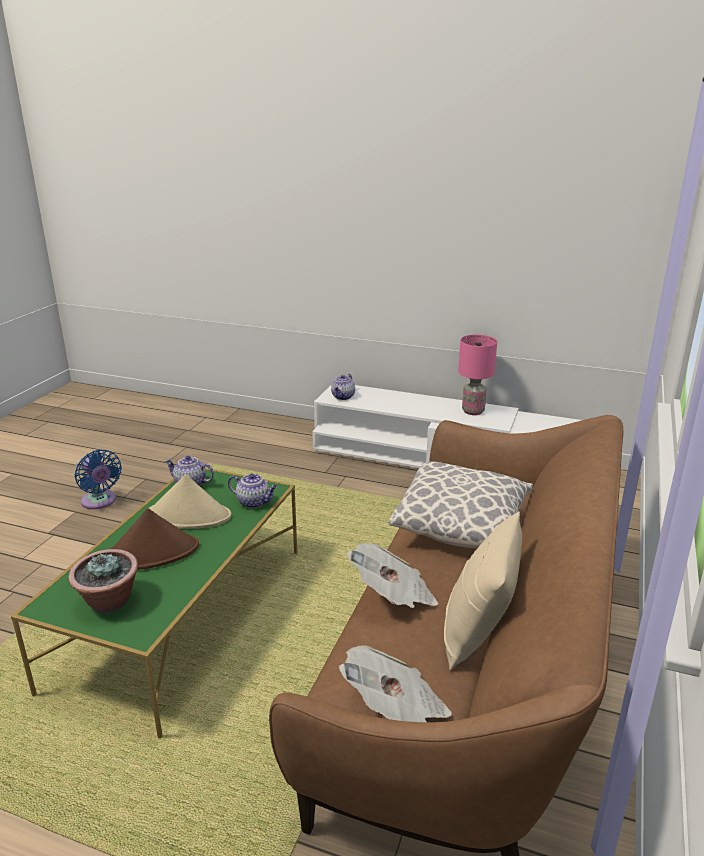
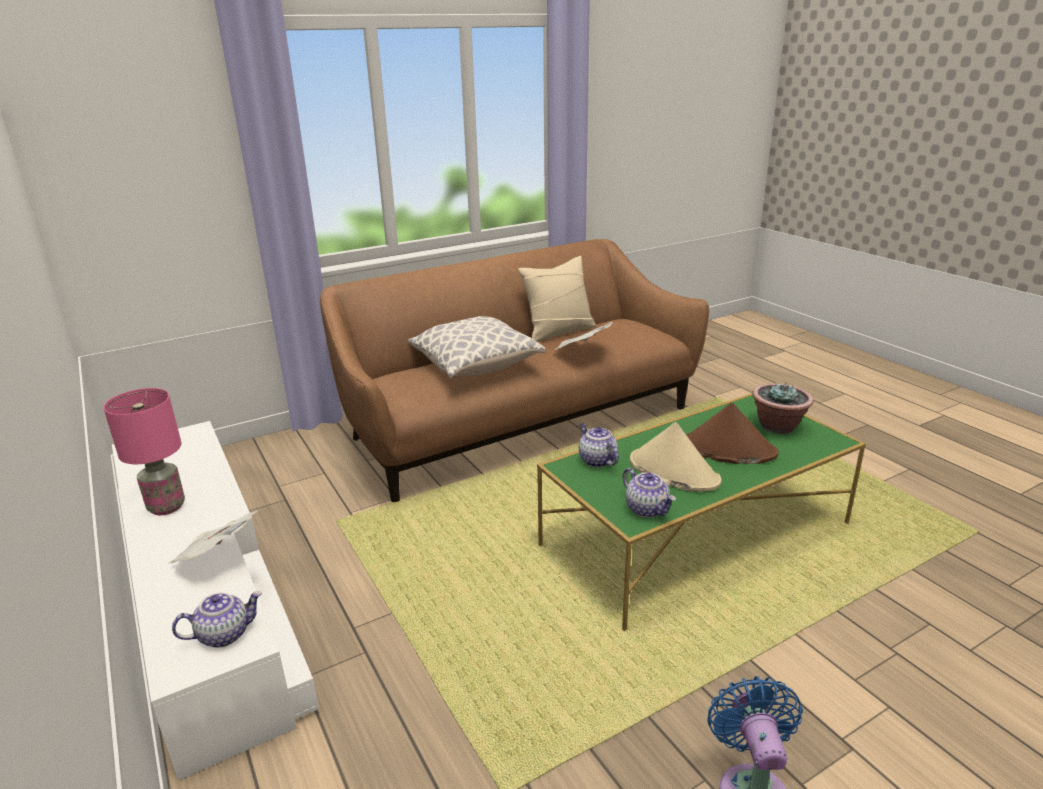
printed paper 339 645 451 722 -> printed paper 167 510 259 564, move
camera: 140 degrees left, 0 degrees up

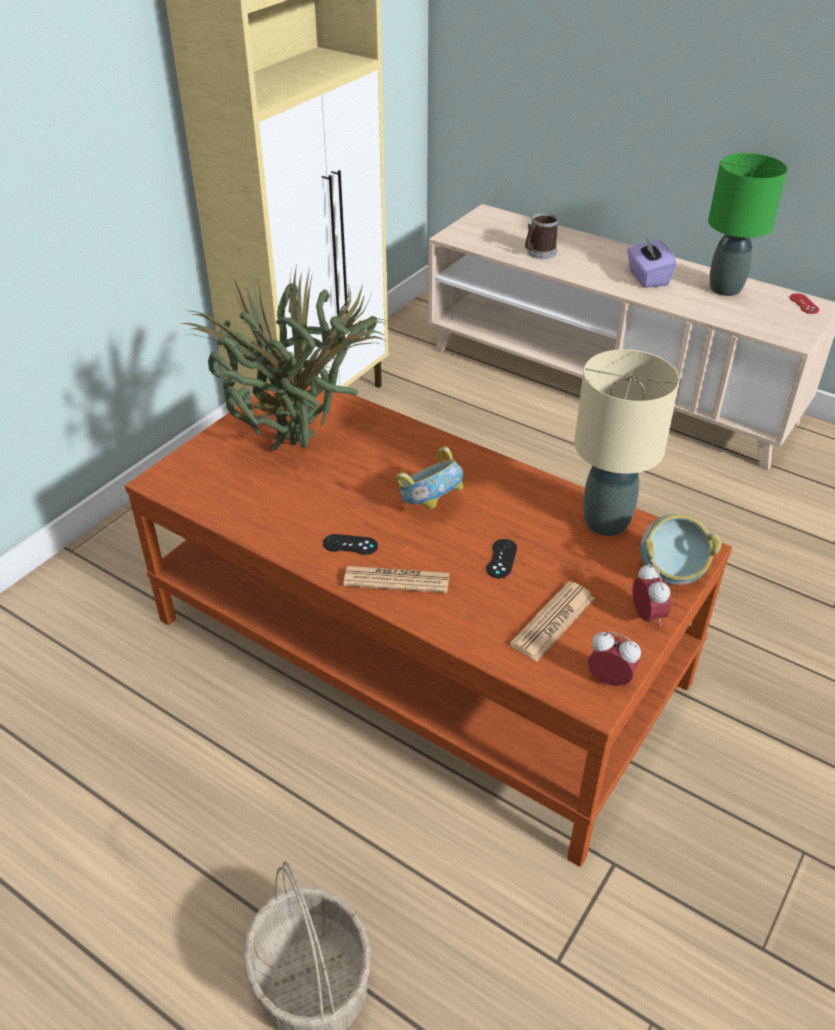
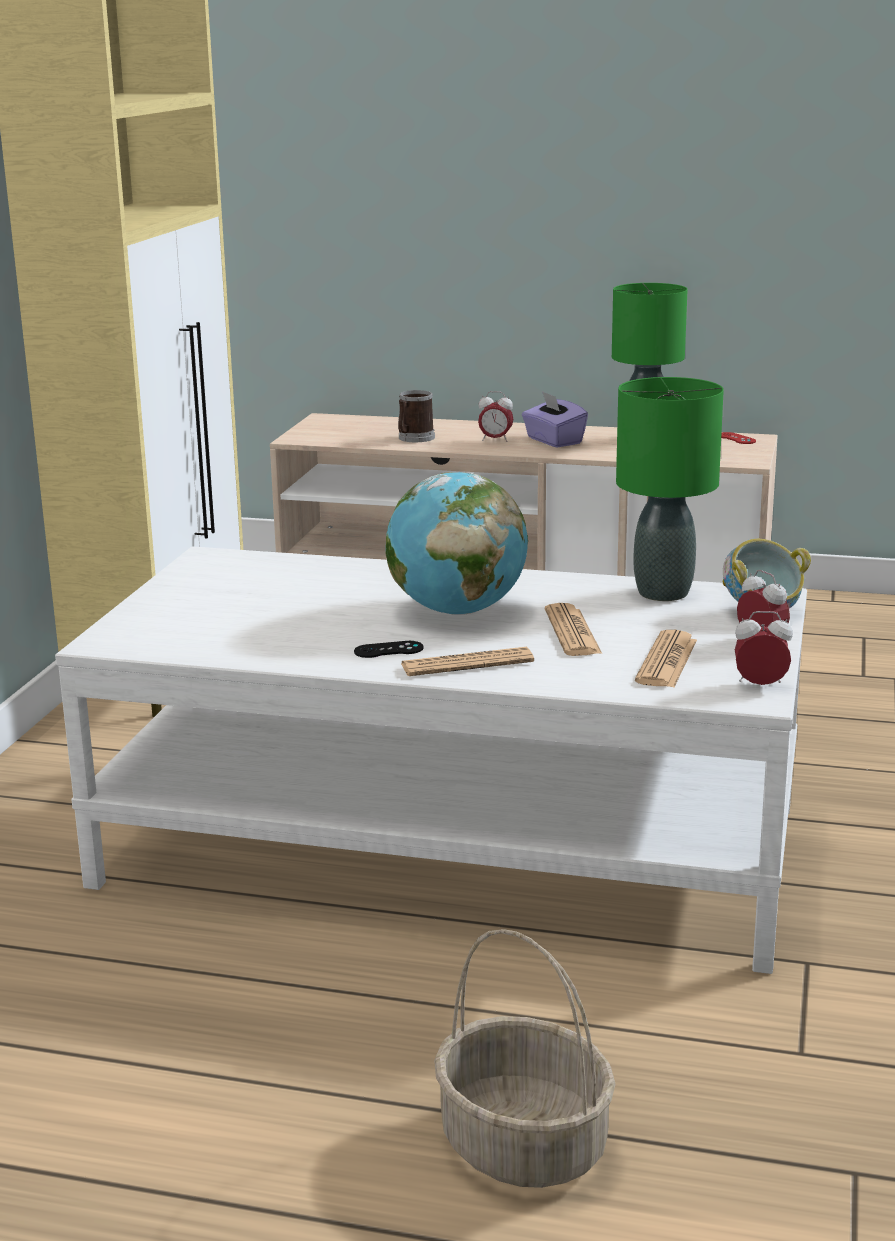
brownish coffee table 125 378 732 867 -> white-coloured coffee table 55 546 807 974
potted plant 181 263 392 451 -> none
deep dish 396 446 463 509 -> desk globe 386 472 528 615
black-coloured game controller 486 539 517 578 -> printed paper 545 603 602 656
sand-coloured tabletop lamp 574 349 679 536 -> green-coloured tabletop lamp 616 377 724 601
none -> alarm clock 478 391 513 442
camera: 20 degrees left, 20 degrees down

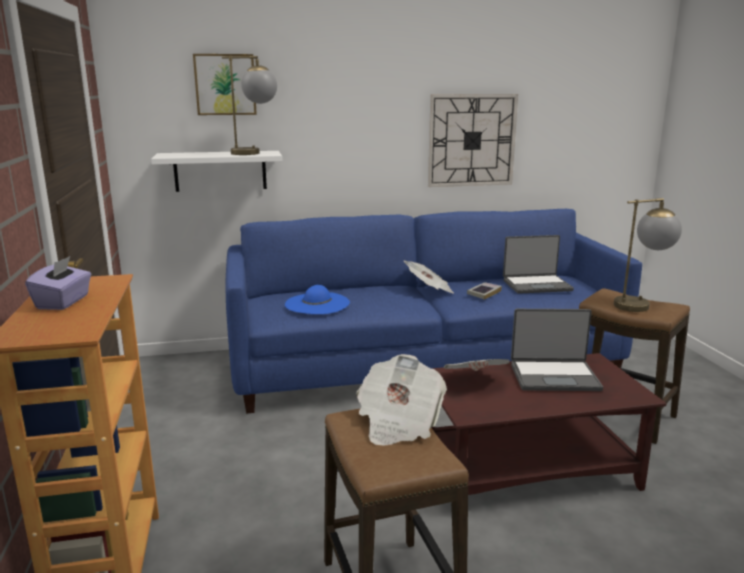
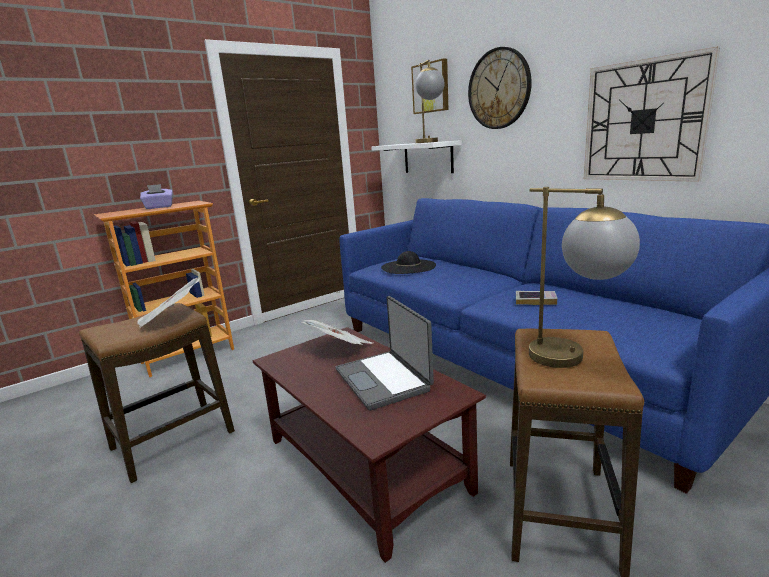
bluish wearable hat 285 285 350 314 -> black-coloured wearable hat 381 251 436 274
printed paper 404 261 455 294 -> none
notebook computer 503 235 574 294 -> none
none -> wall clock 468 47 532 129
camera: 65 degrees right, 0 degrees up

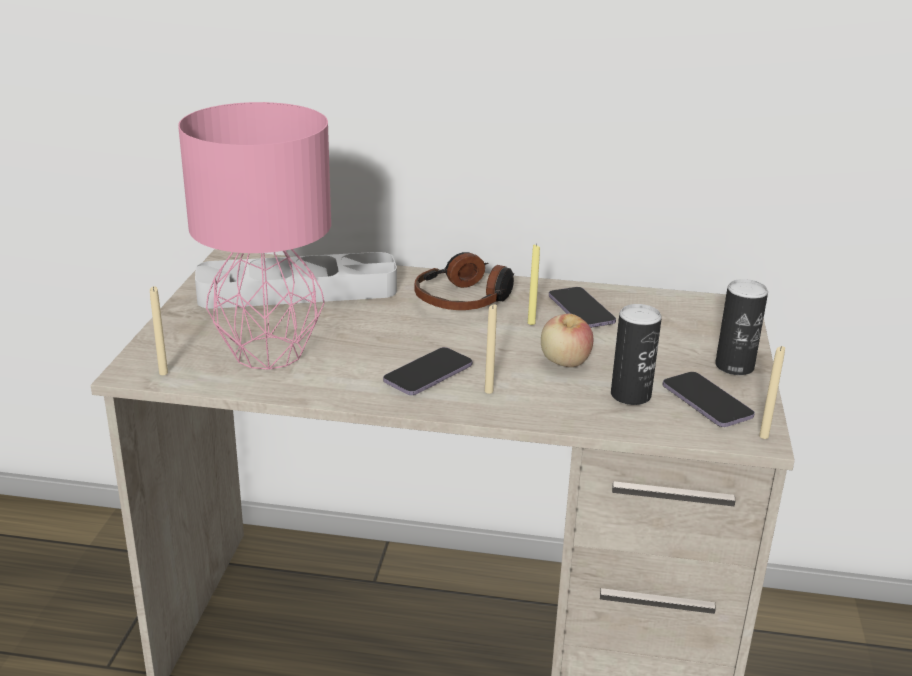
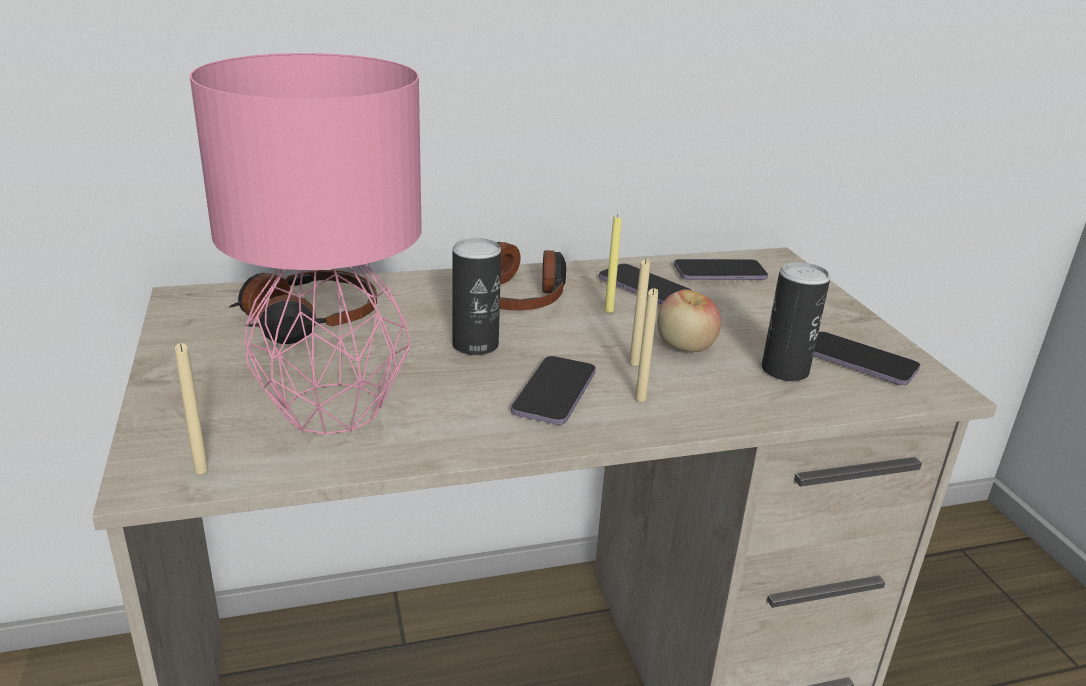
greyish carrying tray 195 252 397 309 -> pair of headphones 229 270 377 344
can 715 279 768 375 -> can 452 238 501 355, move
sand-coloured candle 759 346 785 439 -> sand-coloured candle 629 259 650 366, move
none -> phone 674 259 768 280
camera: 25 degrees left, 0 degrees up

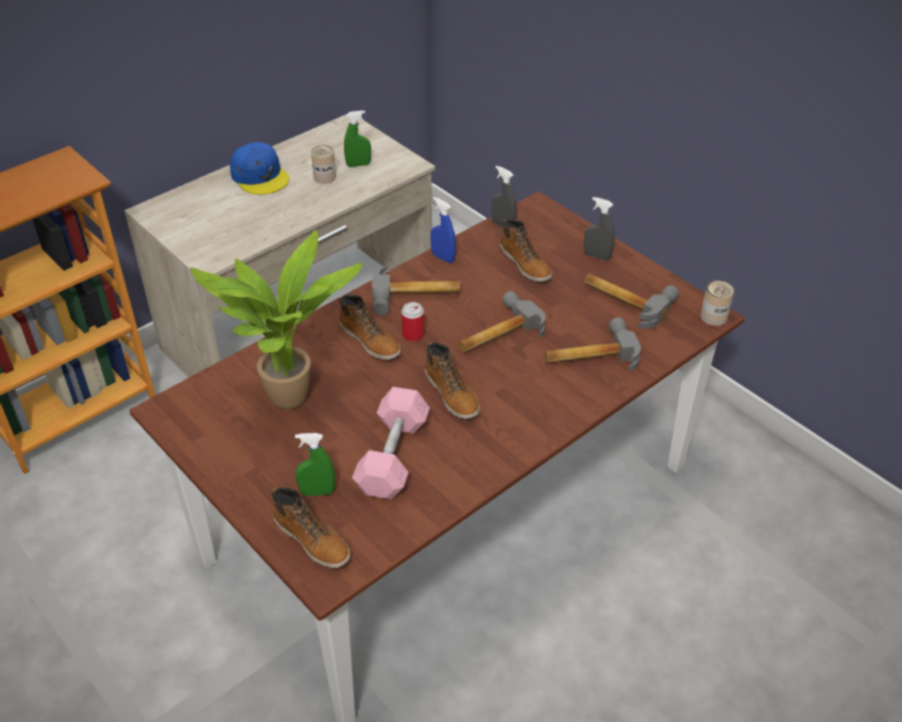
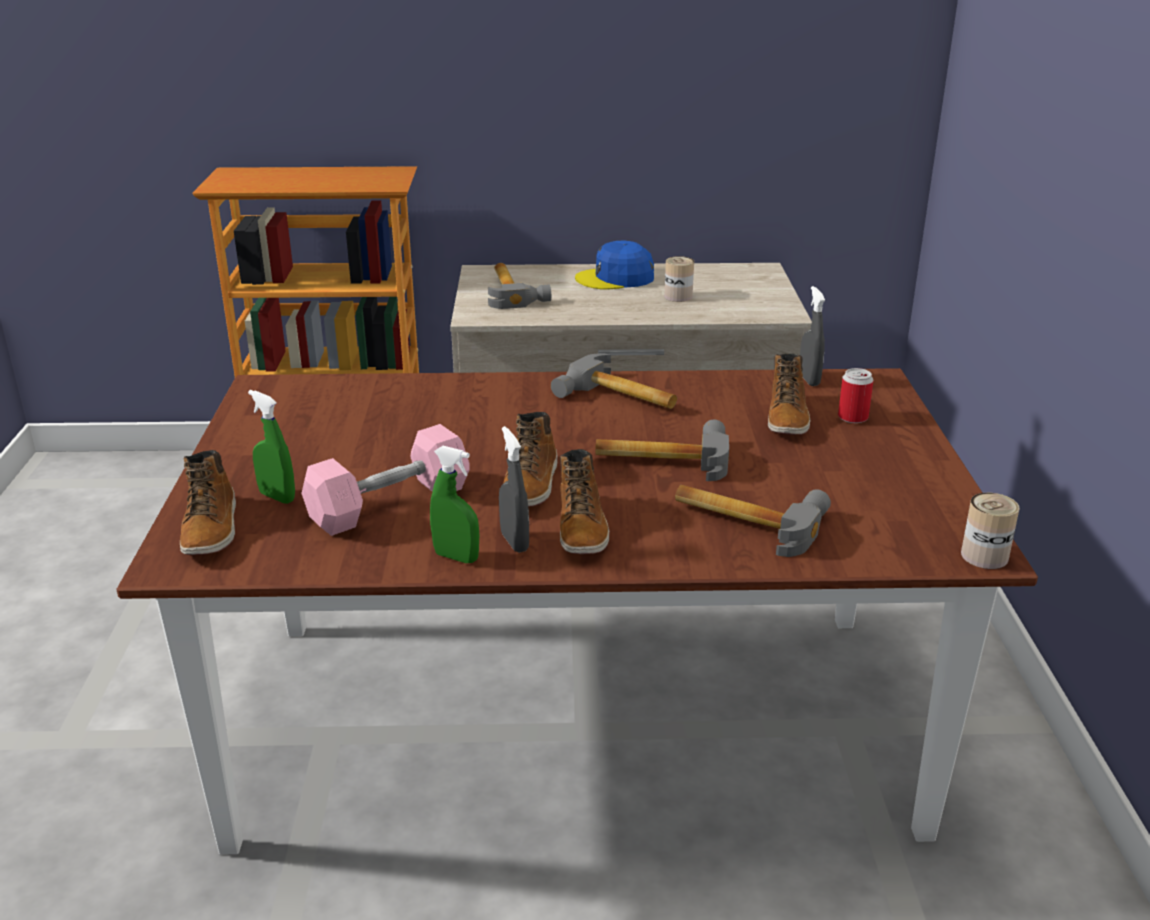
potted plant 190 230 363 410 -> none
bluish peaked cap 230 142 289 195 -> bluish peaked cap 575 240 654 290, 75 degrees clockwise
boot 338 295 401 360 -> boot 560 449 609 554, move
green-coloured spray bottle 344 110 371 167 -> green-coloured spray bottle 430 446 479 563, move
can 401 302 424 342 -> can 838 368 874 423, move
bluish spray bottle 431 197 456 263 -> none
greyish spray bottle 584 197 615 261 -> greyish spray bottle 499 426 529 553, move
hand hammer 584 274 679 329 -> hand hammer 488 263 551 309, move
camera: 40 degrees right, 15 degrees down

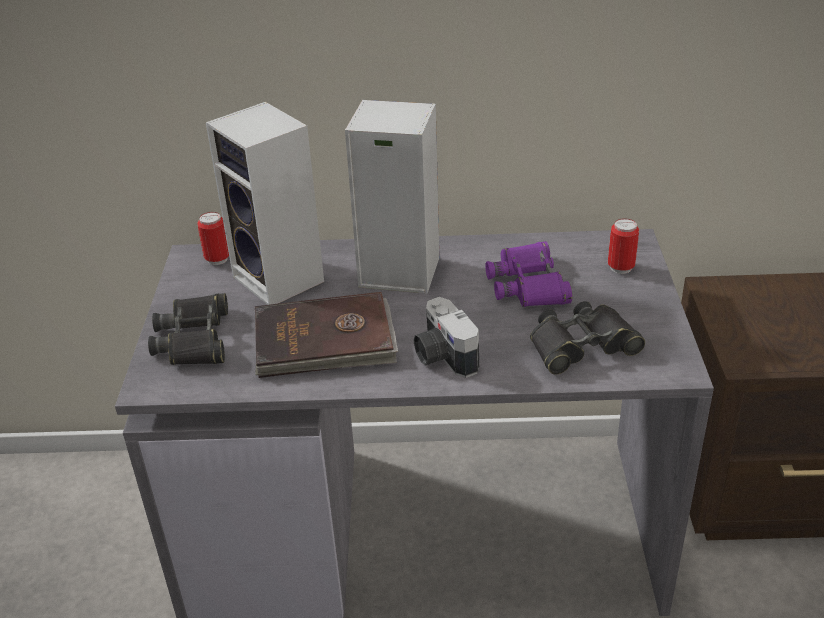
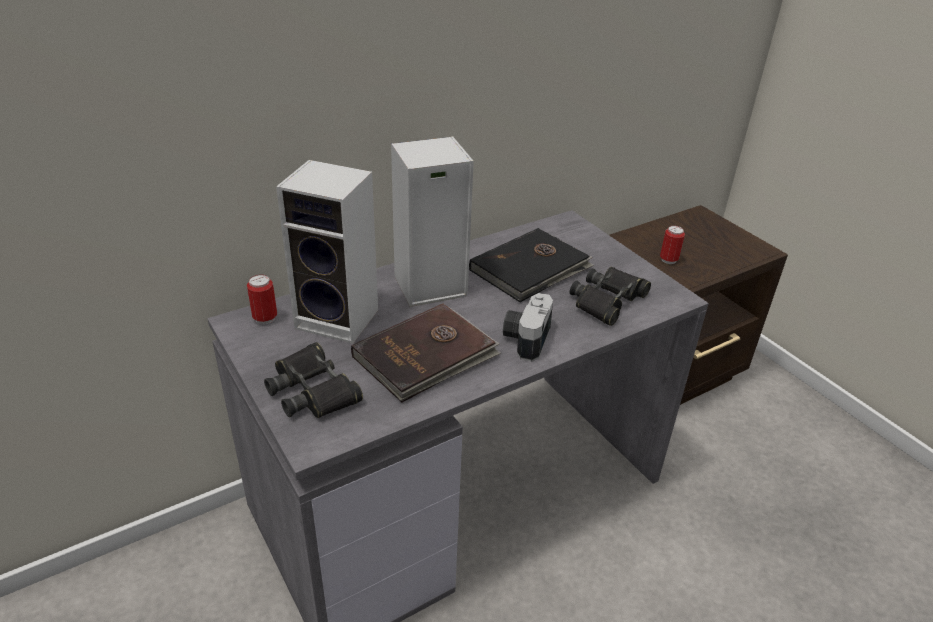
still camera 413 297 479 378 -> still camera 503 293 553 362, 75 degrees clockwise
purple pair of binoculars 485 241 573 307 -> black-coloured bound book 469 228 594 302
can 608 218 639 274 -> can 660 226 685 264, move
camera: 35 degrees left, 0 degrees up

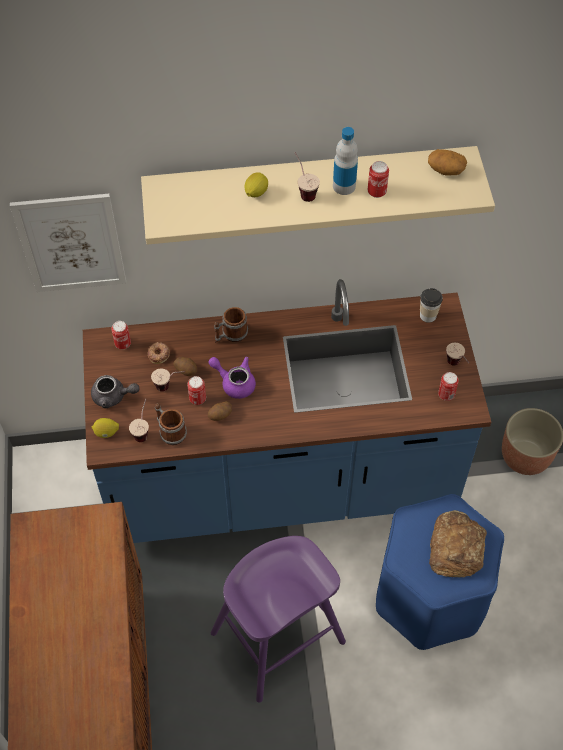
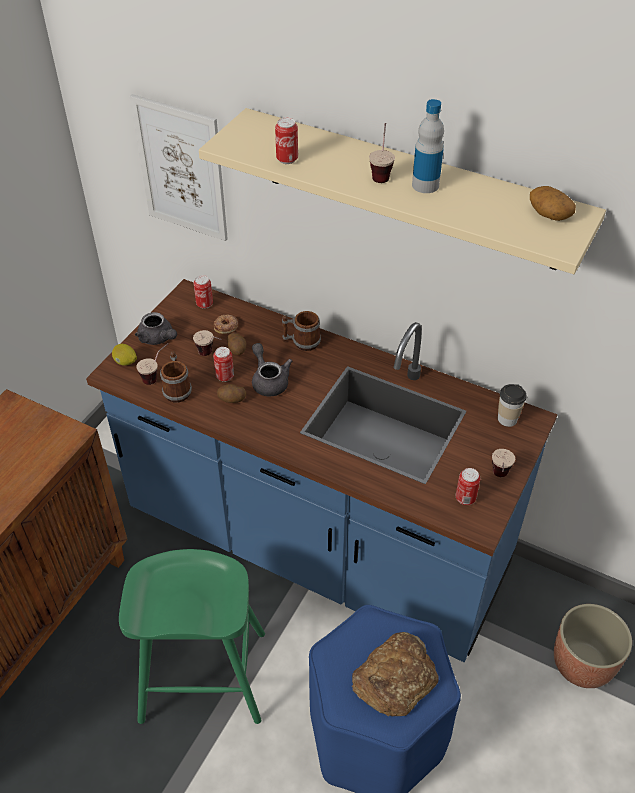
purple pot for tea 208 357 256 399 -> greyish pot for tea 252 343 292 397
purple stool seat 211 536 346 703 -> green-coloured stool seat 119 549 265 724
lemon 244 172 268 197 -> none
can 368 161 389 198 -> can 275 118 298 164, move
camera: 35 degrees right, 10 degrees down

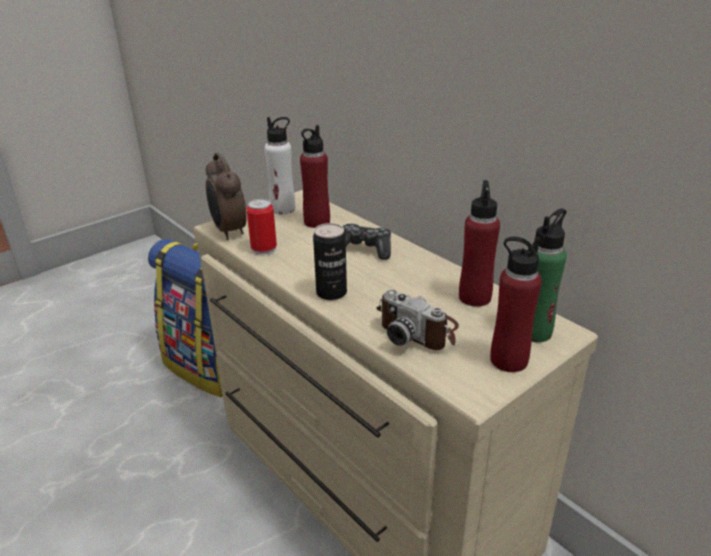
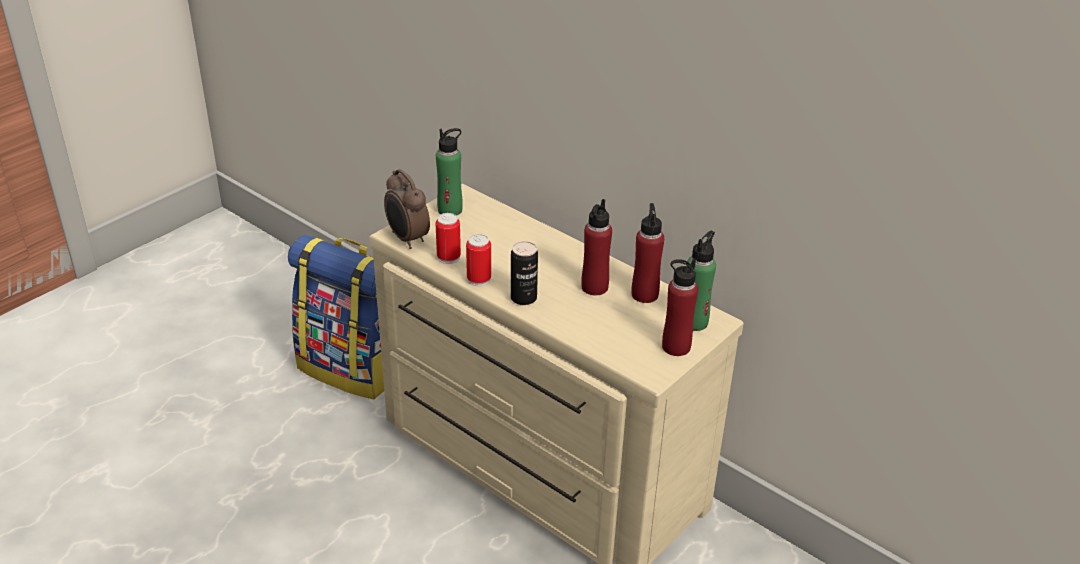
white-coloured beverage bottle 265 117 295 215 -> green-coloured beverage bottle 436 128 463 216
red-coloured beverage bottle 300 125 330 228 -> red-coloured beverage bottle 581 199 612 295, move
game controller 343 224 391 260 -> none
still camera 376 290 459 350 -> none
none -> can 466 234 491 286
camera: 10 degrees left, 5 degrees up

